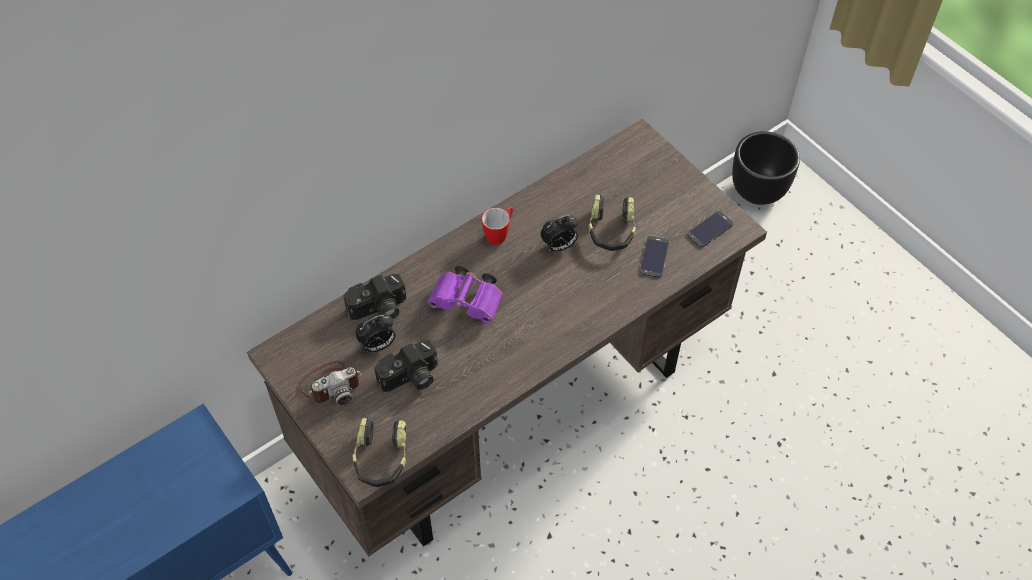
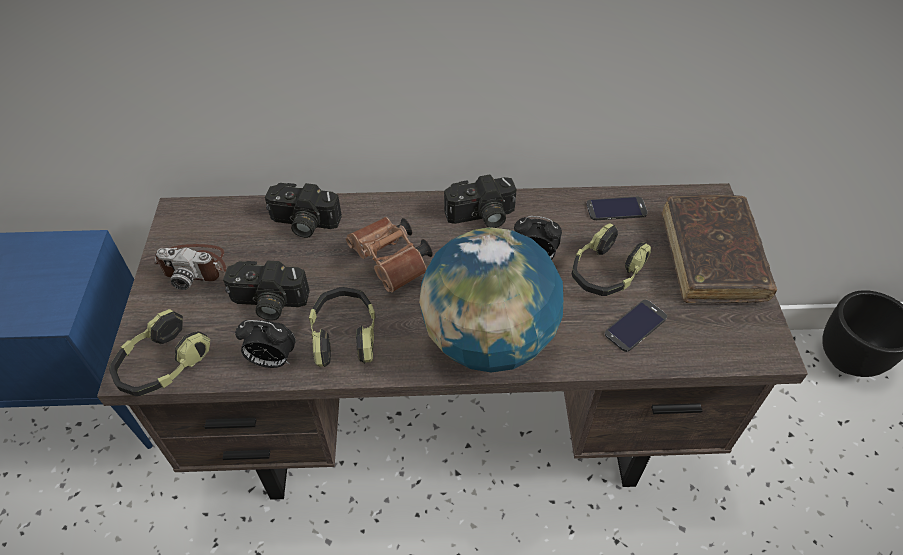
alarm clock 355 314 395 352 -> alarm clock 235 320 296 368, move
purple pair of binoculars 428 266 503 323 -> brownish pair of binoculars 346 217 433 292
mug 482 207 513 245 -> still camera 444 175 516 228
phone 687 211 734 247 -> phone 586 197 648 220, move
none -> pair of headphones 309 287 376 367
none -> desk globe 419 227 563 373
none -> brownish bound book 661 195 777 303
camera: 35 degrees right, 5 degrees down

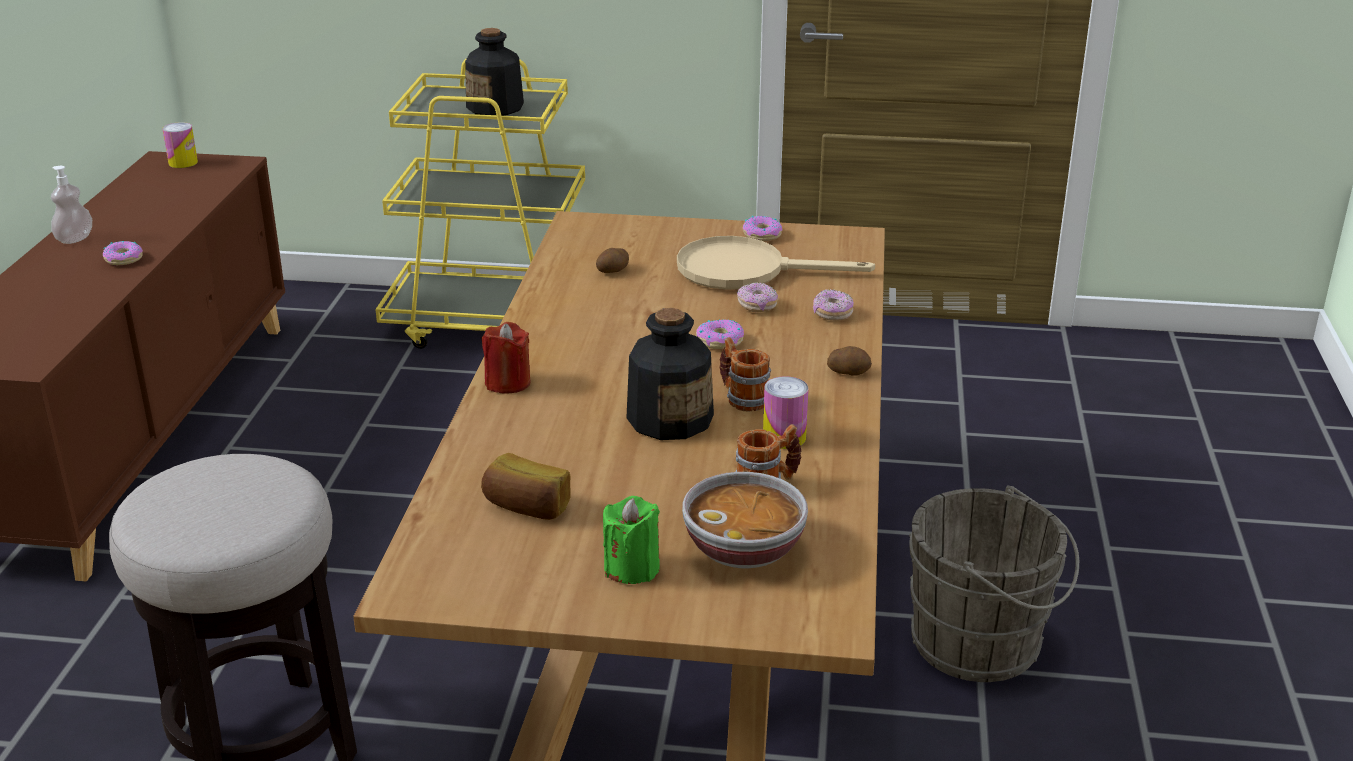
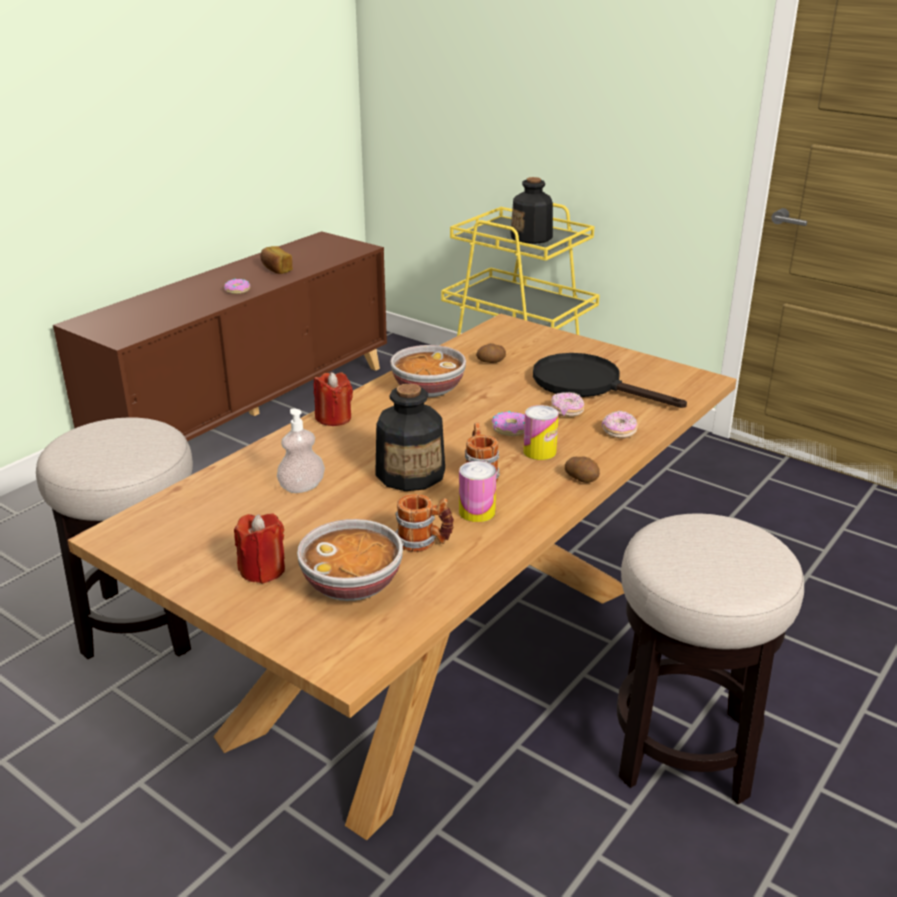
soap bottle 51 166 92 244 -> soap bottle 277 408 325 493, move
can 162 122 198 168 -> can 523 405 559 460, move
bread 481 453 571 520 -> bread 260 246 293 274, move
green-coloured candle 603 496 660 584 -> red-coloured candle 234 513 285 584
sand-coloured frying pan 677 236 875 290 -> black-coloured frying pan 533 353 687 408
doughnut 743 216 782 241 -> none
greyish bucket 909 485 1079 682 -> stool seat 617 513 804 804
none -> deep dish 390 345 466 397
camera: 30 degrees right, 0 degrees up

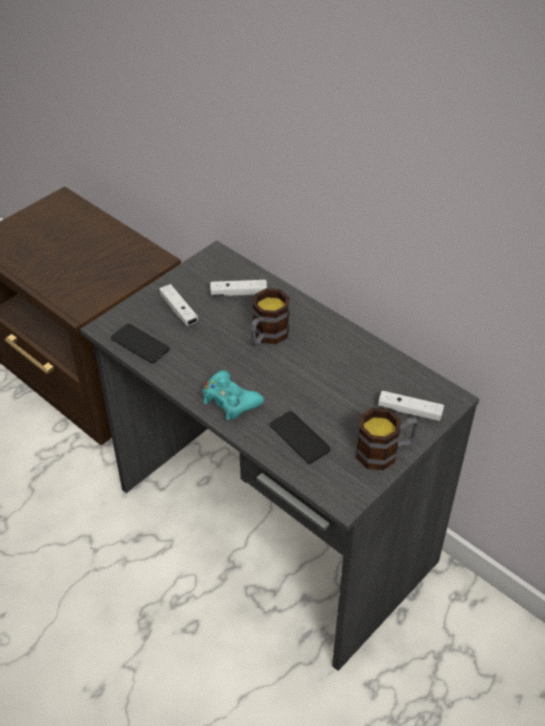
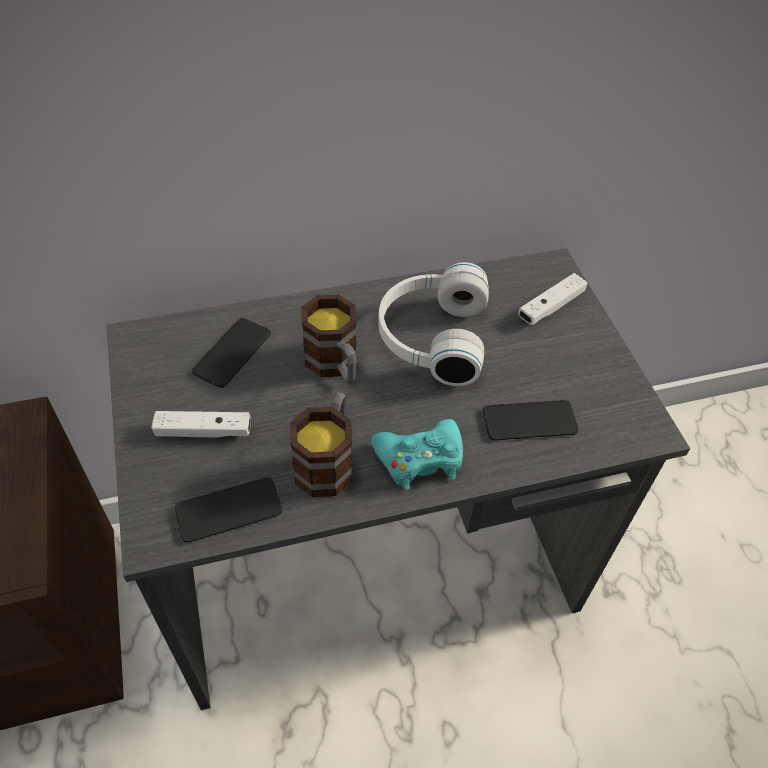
white-coloured game controller 210 280 267 296 -> phone 192 318 271 388
mug 356 407 419 470 -> mug 290 392 352 497, move
none -> white-coloured pair of headphones 378 262 489 386
camera: 60 degrees left, 5 degrees up

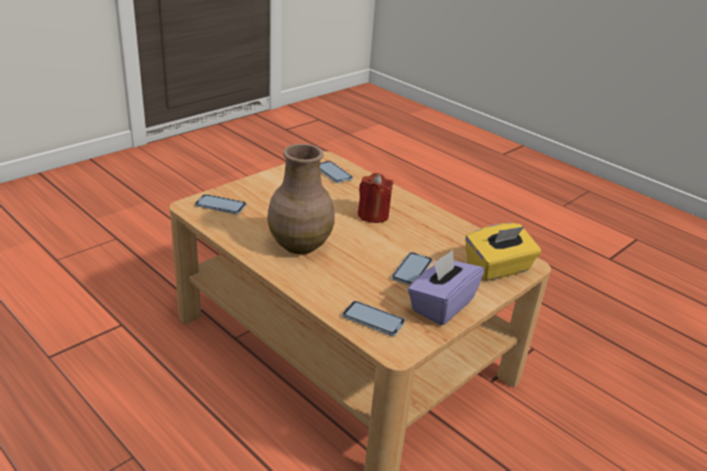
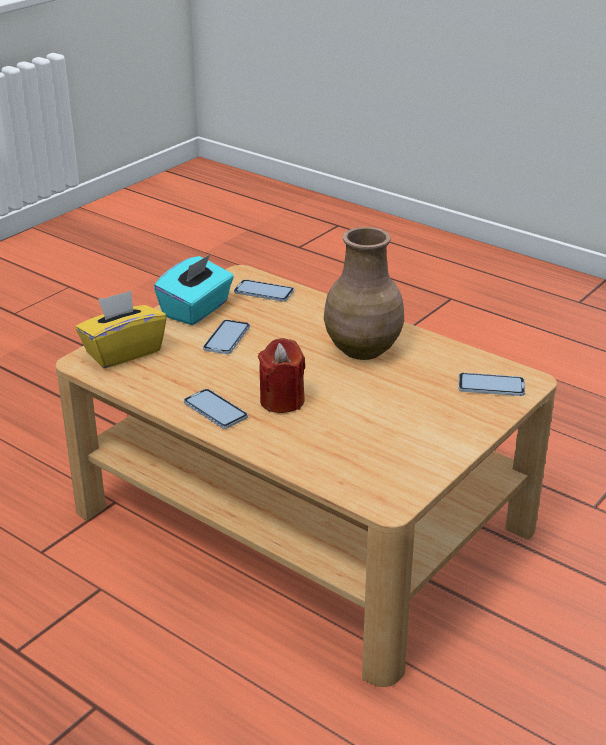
phone 320 161 353 183 -> phone 184 389 248 429, move
purple box of tissues 408 250 484 325 -> turquoise box of tissues 154 255 234 325
camera: 175 degrees right, 0 degrees up

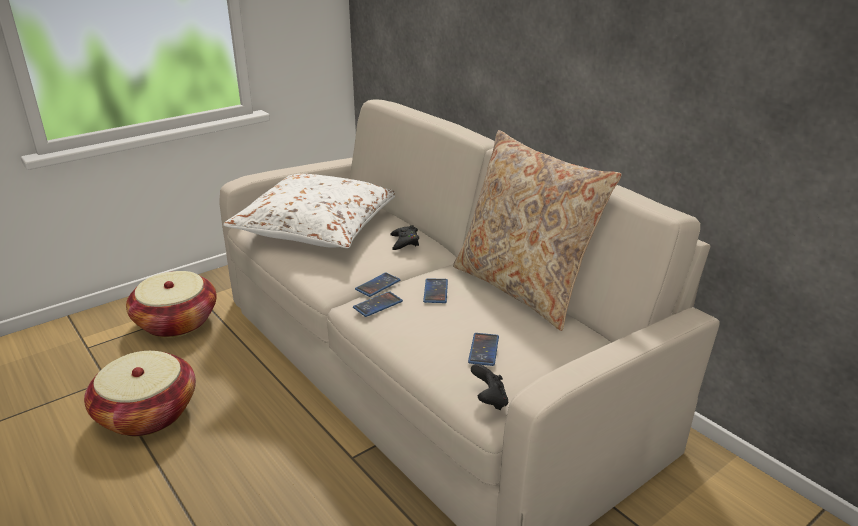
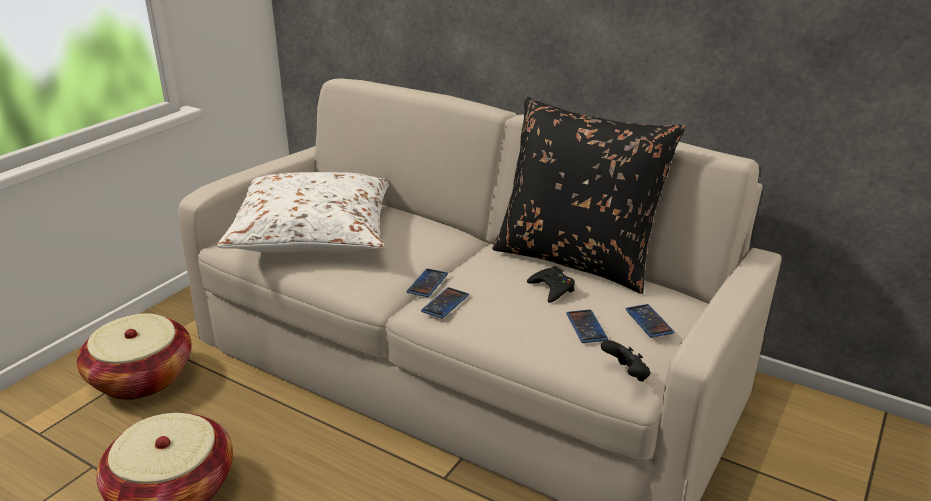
black-coloured game controller 390 225 419 250 -> black-coloured game controller 527 266 575 303, move
phone 423 278 448 303 -> phone 625 304 674 338, move
sand-coloured cushion 453 130 622 331 -> black-coloured cushion 492 97 685 294
camera: 20 degrees left, 0 degrees up

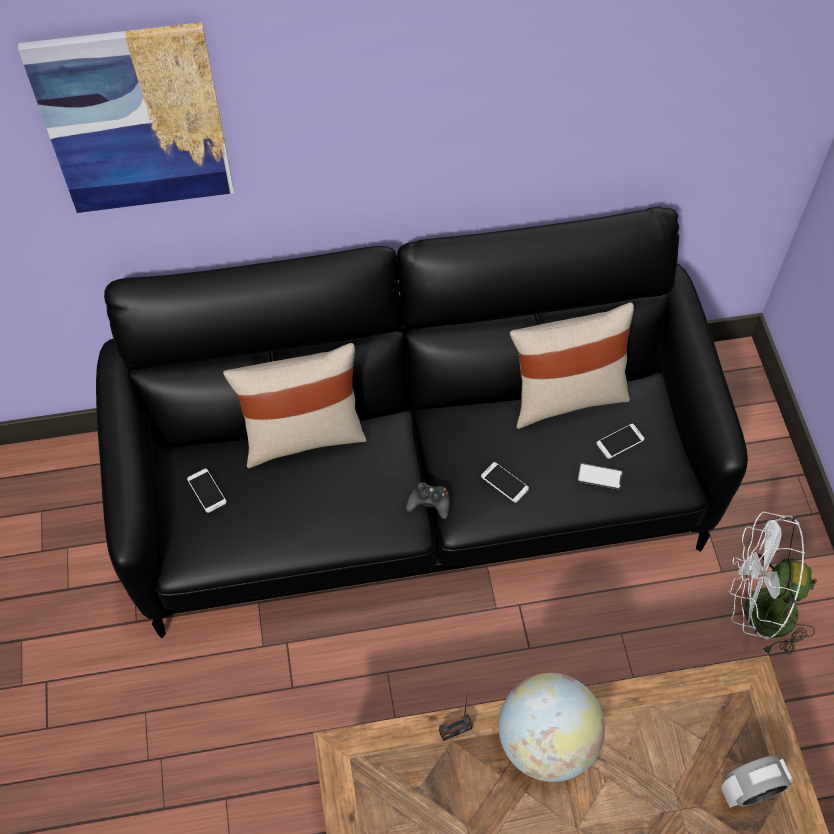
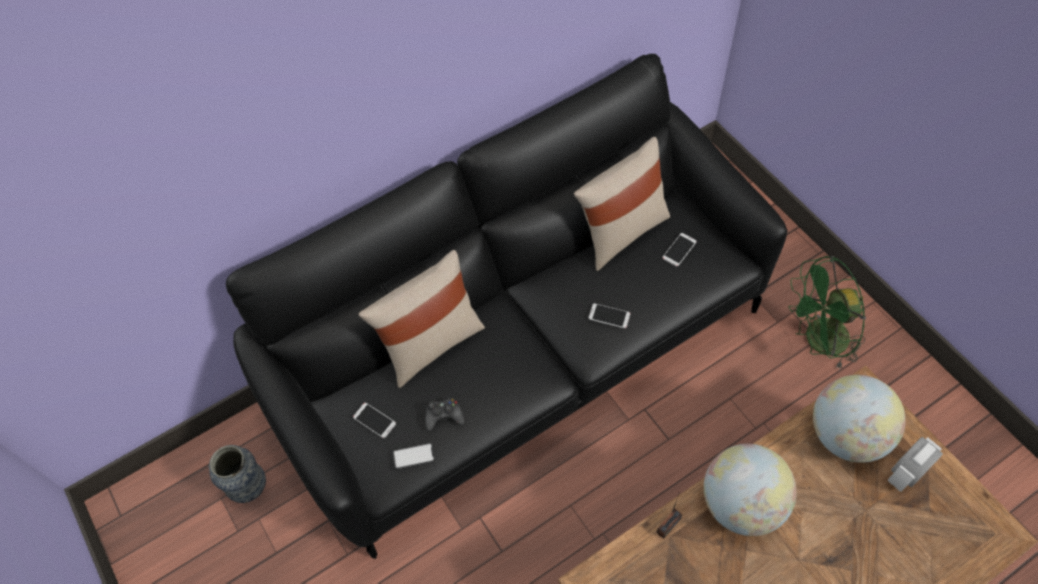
wall picture 18 22 234 213 -> none
black-coloured game controller 406 482 450 519 -> black-coloured game controller 425 398 464 431, move
phone 576 462 624 490 -> phone 392 442 436 470, move
white-coloured fan 728 512 818 656 -> green-coloured fan 788 256 866 370
none -> flower vase 209 445 266 503
none -> desk globe 813 375 906 463
camera: 20 degrees left, 0 degrees up

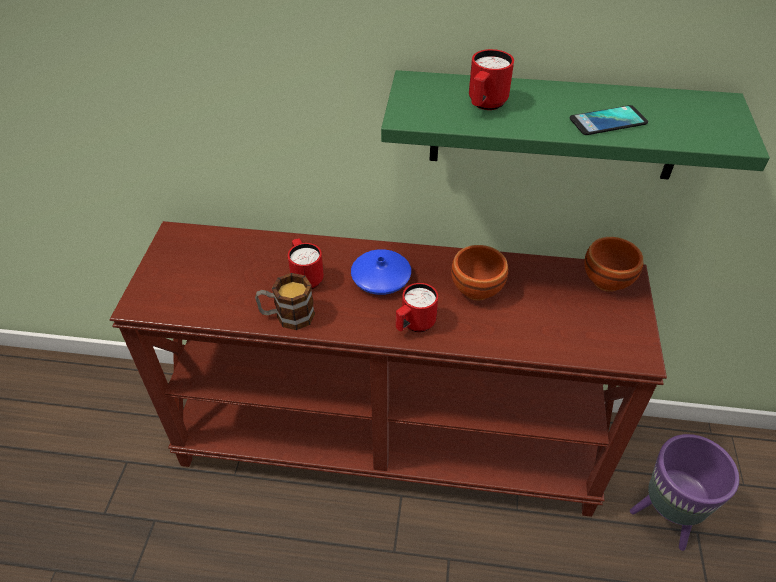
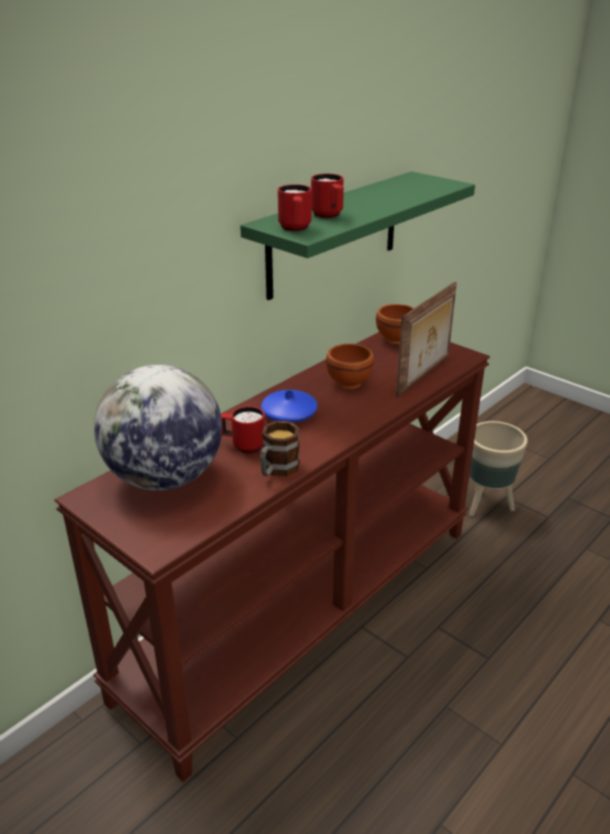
red-coloured mug 396 283 438 332 -> red-coloured mug 278 184 312 231, move
phone 570 105 648 135 -> none
purple planter 630 434 739 551 -> sand-coloured planter 469 421 528 516
none -> desk globe 94 365 222 491
none -> picture frame 396 282 457 397
camera: 55 degrees left, 15 degrees down

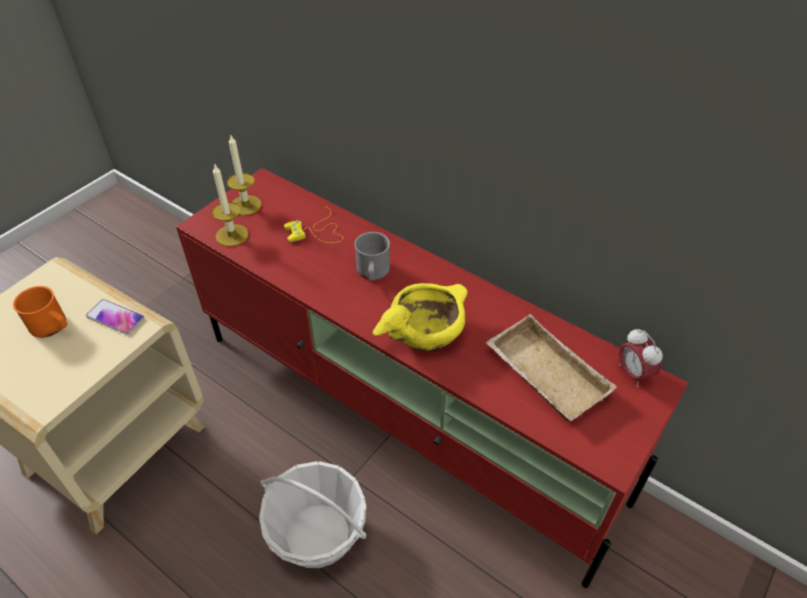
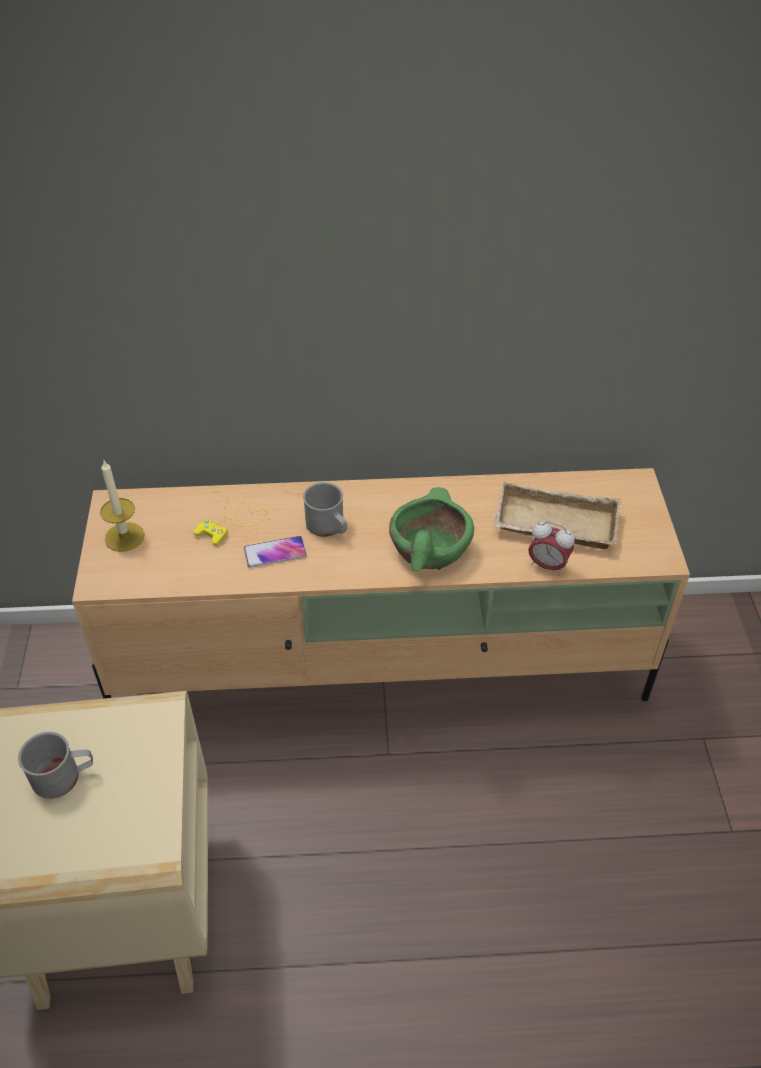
orangey mug 13 286 68 338 -> greyish mug 18 732 93 799
phone 86 299 144 334 -> phone 244 536 307 568, move
red-coloured media console 176 168 688 588 -> sand-coloured media console 72 468 690 701
candle 212 163 249 246 -> none
household basket 259 461 366 568 -> none
yellow-coloured deep dish 372 283 468 351 -> green-coloured deep dish 389 488 474 571
alarm clock 619 328 663 387 -> alarm clock 528 521 575 575, move
camera: 40 degrees left, 0 degrees up

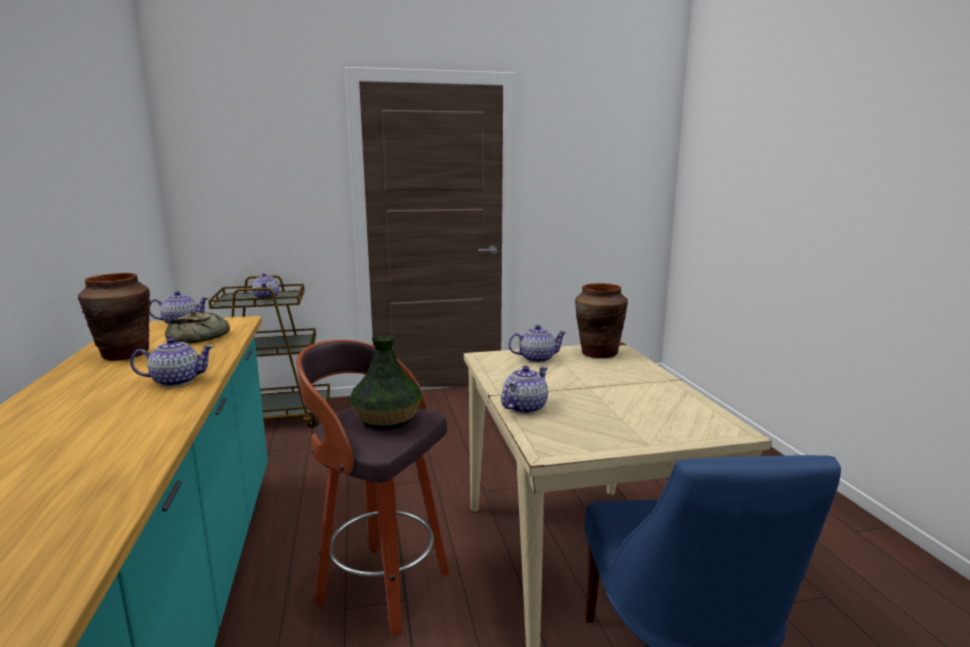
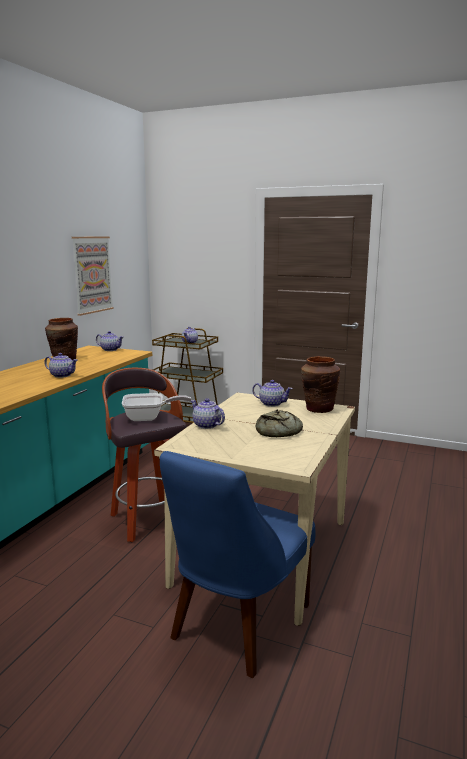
bread 165 312 230 344 -> bread 256 409 303 437, move
flower vase 349 335 422 430 -> frying pan 122 393 191 421
pot for tea 501 366 548 414 -> pot for tea 191 398 225 429, 120 degrees counterclockwise
none -> wall picture 72 237 114 316
camera: 35 degrees right, 0 degrees up

